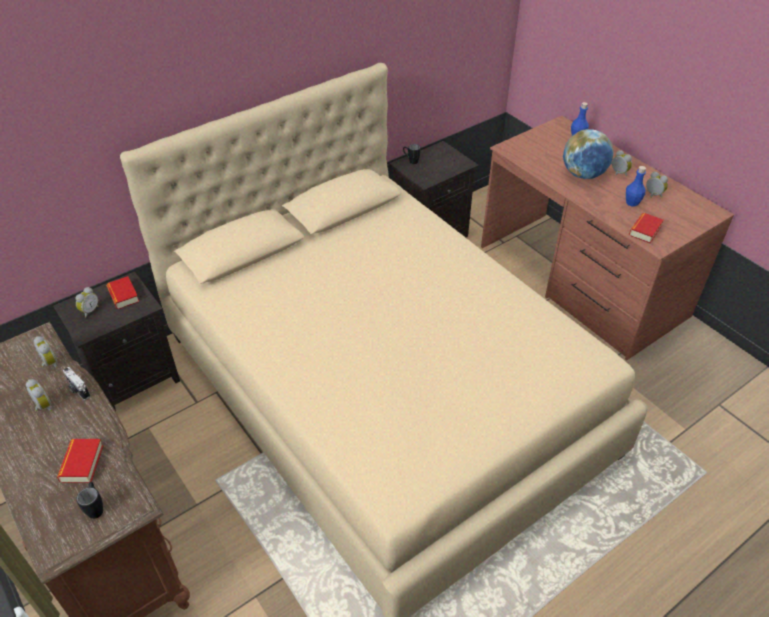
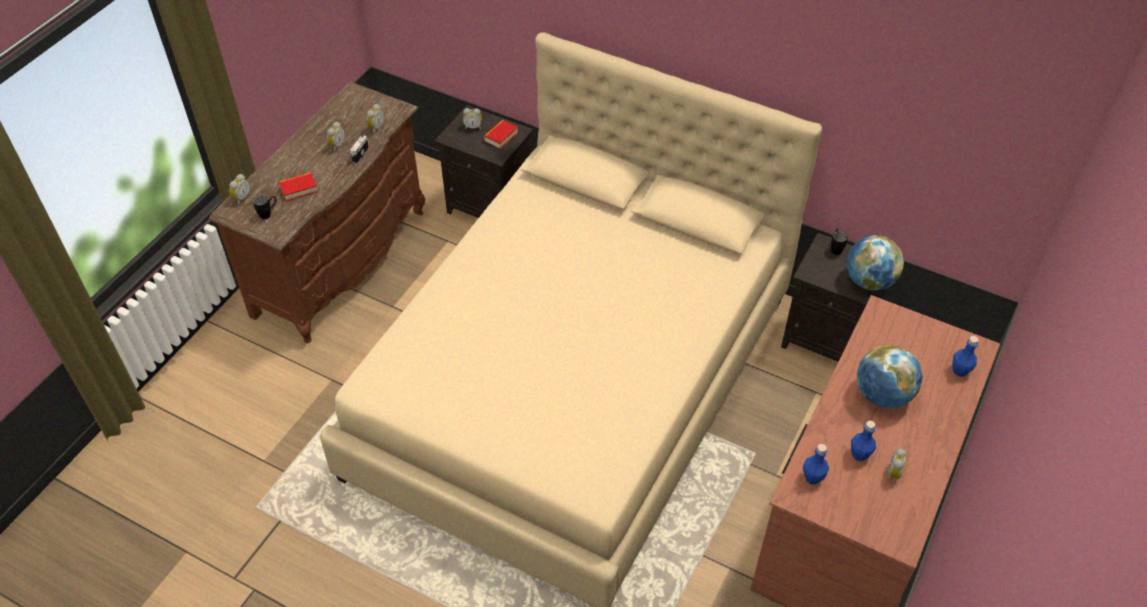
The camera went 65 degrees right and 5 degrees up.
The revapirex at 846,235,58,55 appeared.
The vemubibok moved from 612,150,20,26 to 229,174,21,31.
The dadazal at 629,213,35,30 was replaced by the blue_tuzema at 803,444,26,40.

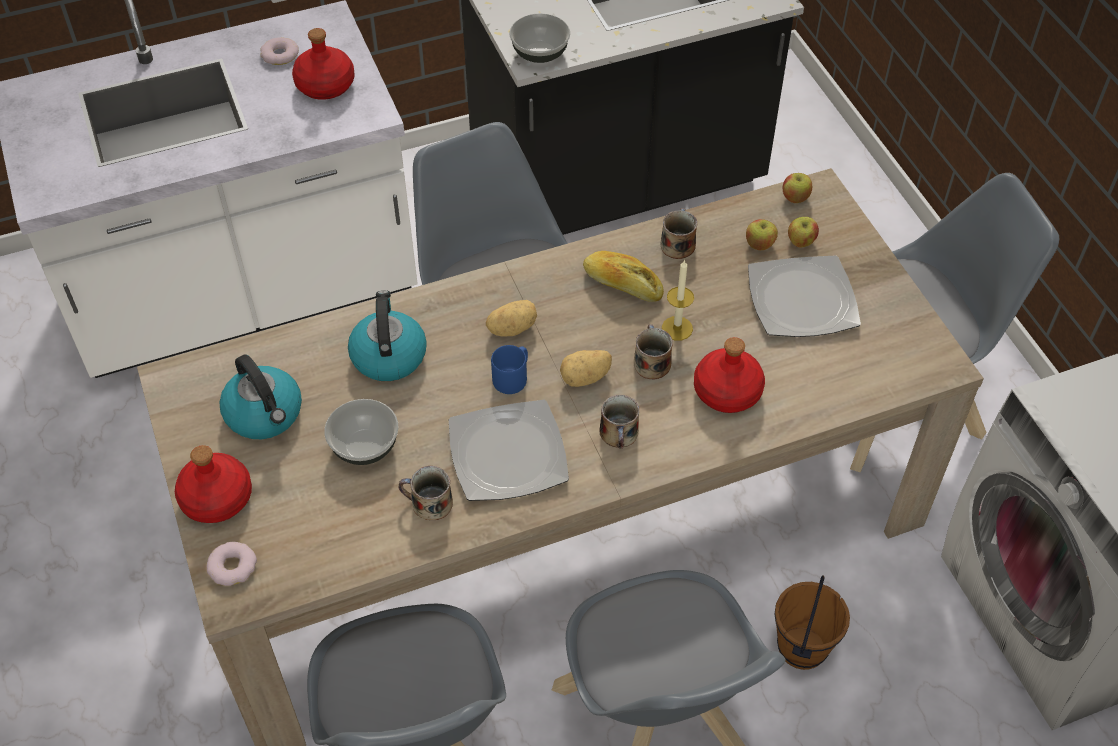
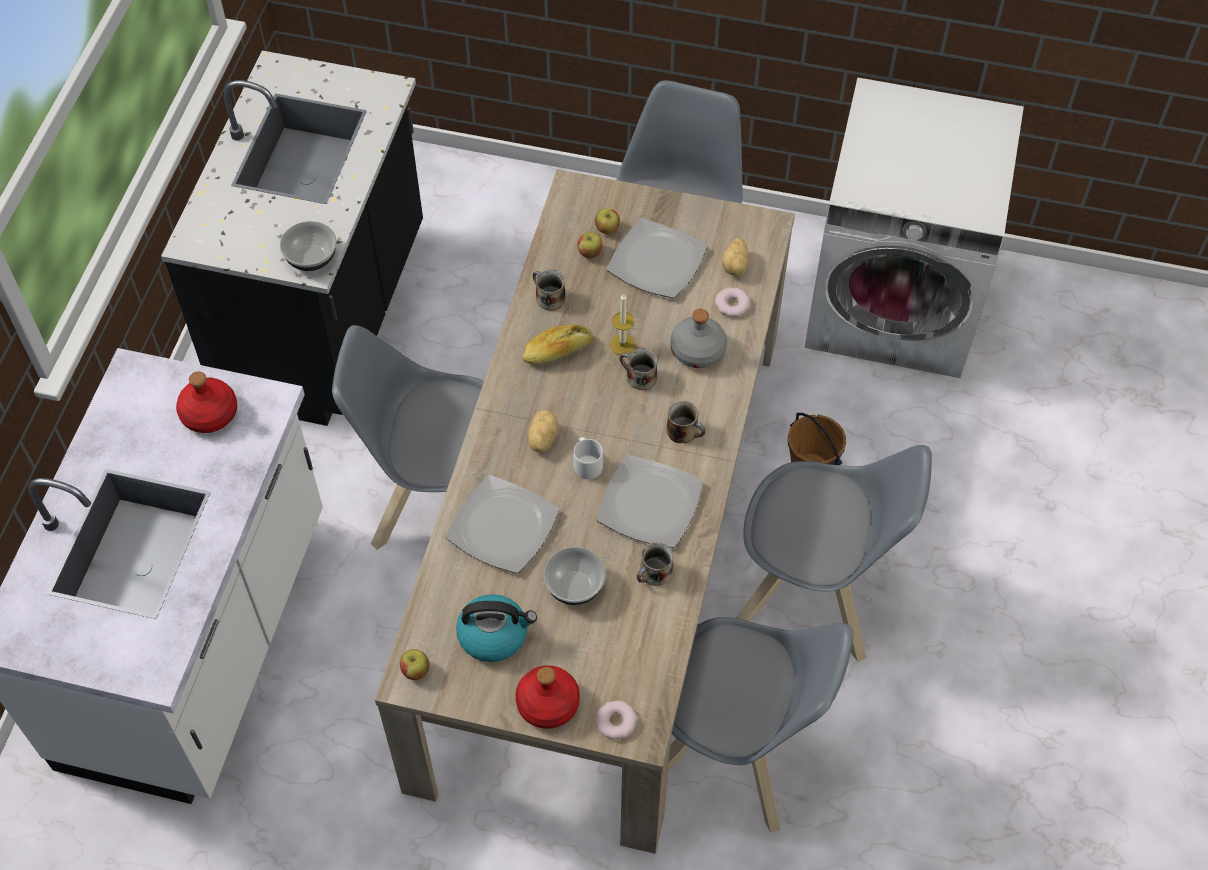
The camera went 55 degrees left and 5 degrees up.
The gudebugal moved from 260,37,39,28 to 715,288,35,29.
The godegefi moved from 560,350,52,37 to 722,238,27,38.
The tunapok moved from 783,173,29,30 to 400,649,29,31.
The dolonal at 348,290,79,91 was replaced by the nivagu at 446,475,114,99.
The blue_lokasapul at 491,345,37,49 became the white_lokasapul at 573,437,30,42.
The red_tuzema at 694,337,71,76 became the grey_tuzema at 670,309,57,59.

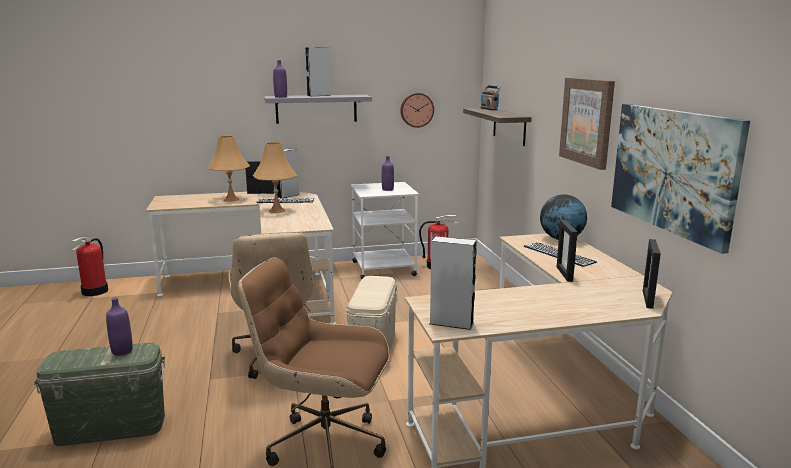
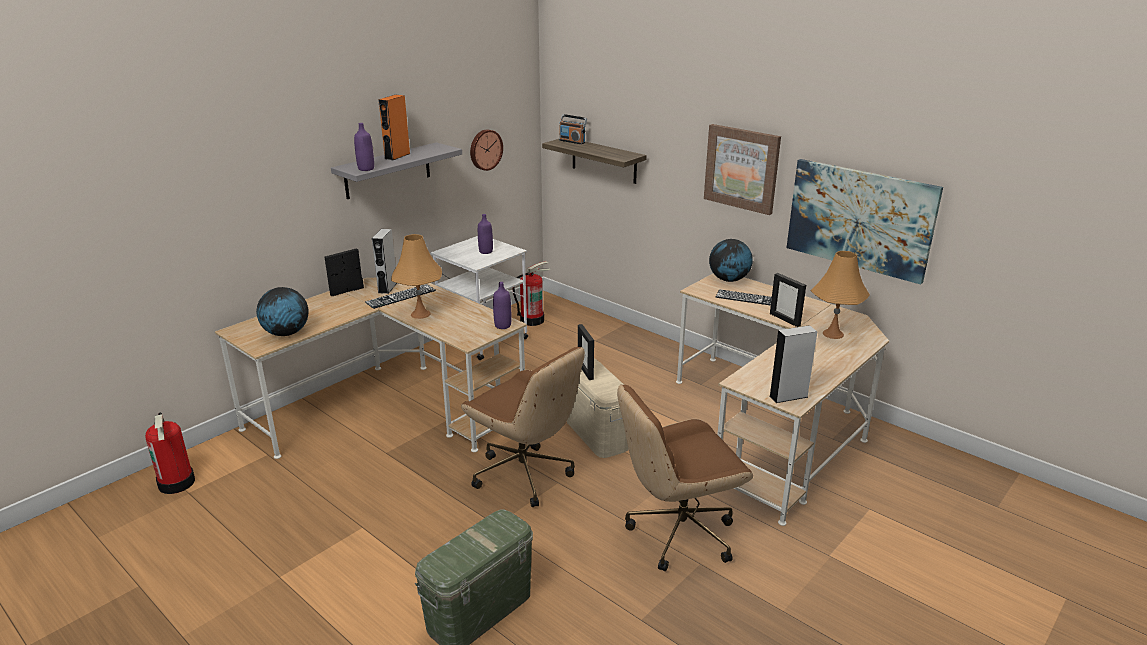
The camera went 35 degrees left and 10 degrees up.
The revapirex at 256,287,53,49 appeared.
The purple_tuzema moved from 106,298,27,58 to 493,282,18,47.
The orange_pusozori moved from 207,136,43,66 to 810,251,60,88.
The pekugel moved from 643,239,18,70 to 578,324,16,56.
The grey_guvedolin at 305,48,26,48 became the orange_guvedolin at 378,95,32,65.

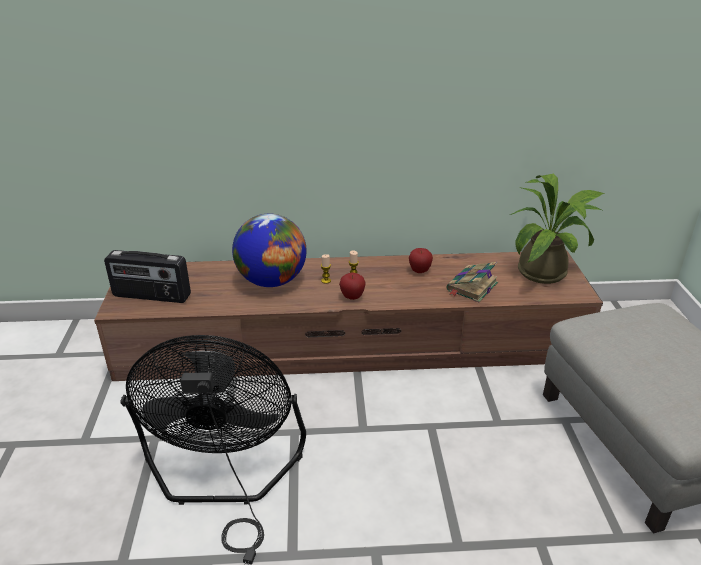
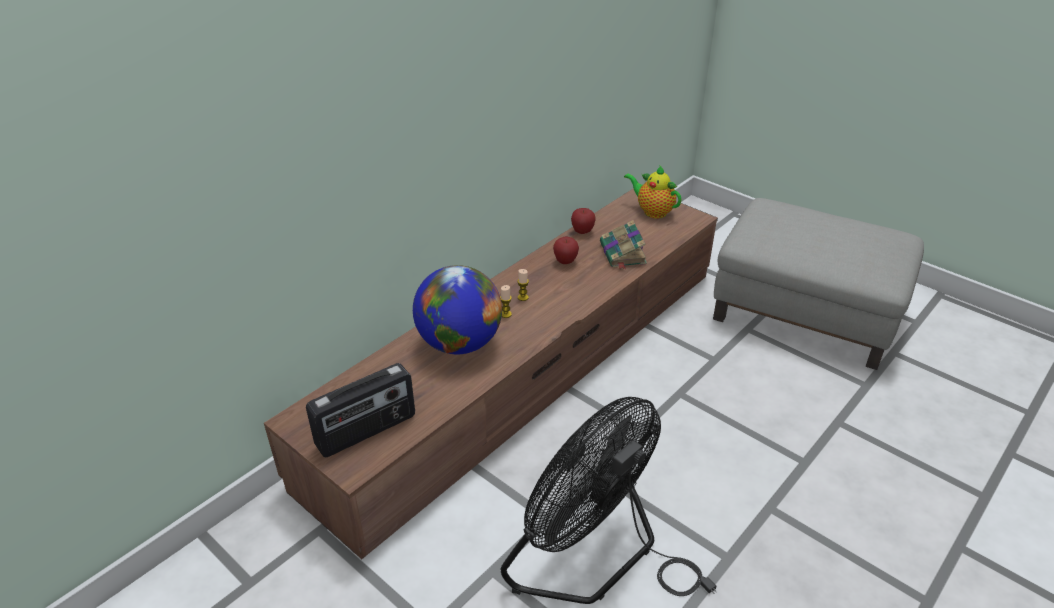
The camera went 45 degrees left and 5 degrees up.
The tunapok moved from 339,272,27,28 to 571,208,25,26.
The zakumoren at 510,174,94,110 was replaced by the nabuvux at 624,166,57,52.

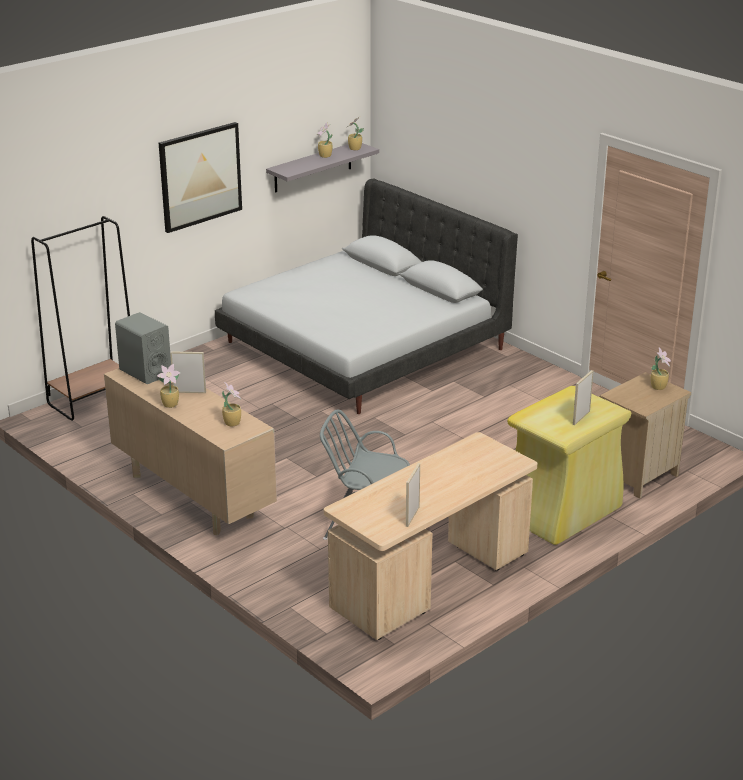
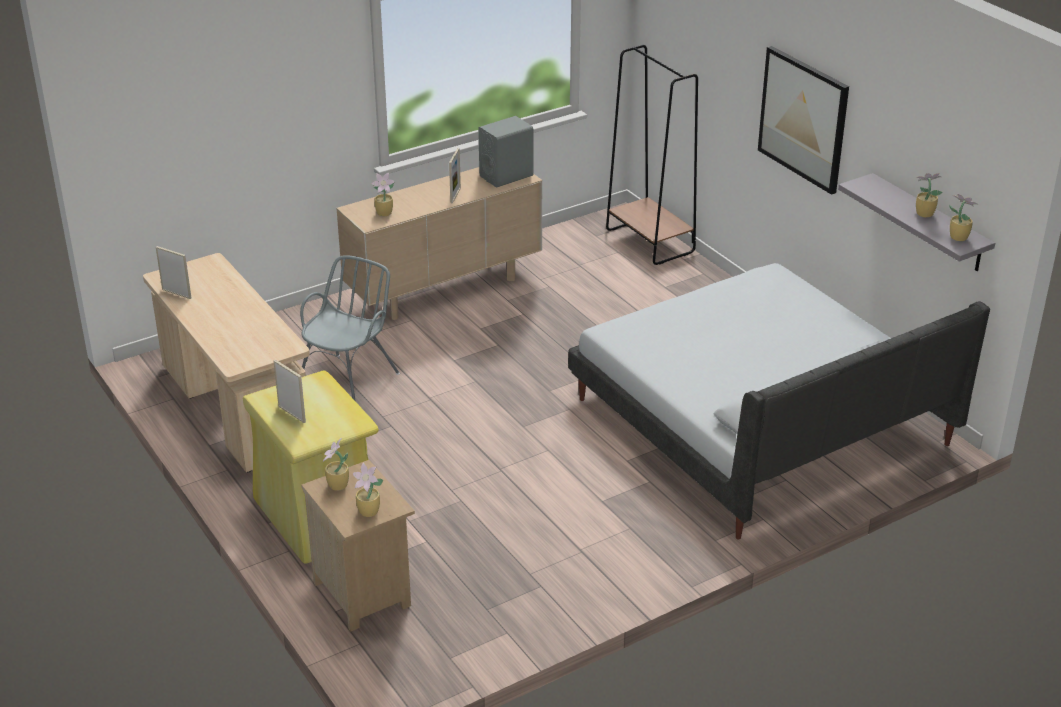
The camera went 100 degrees right and 5 degrees up.
The zakumoren moved from 157,364,23,44 to 323,438,26,53.

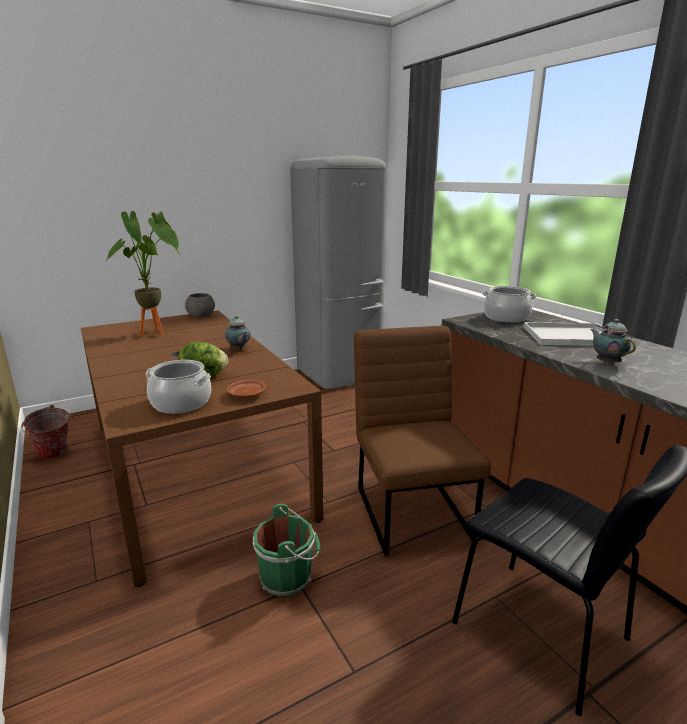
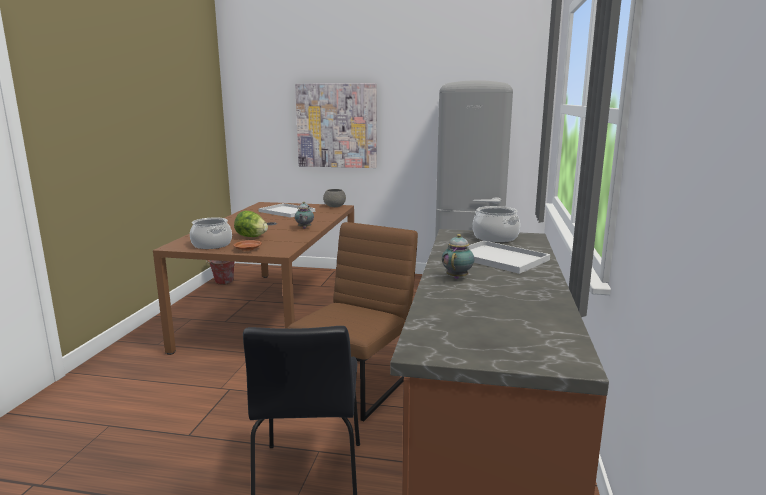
The camera went 40 degrees right and 5 degrees down.
The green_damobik at 253,504,68,94 disappeared.
The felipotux at 295,83,82,85 appeared.
The zakumoren at 106,211,74,125 was replaced by the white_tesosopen at 258,203,57,15.

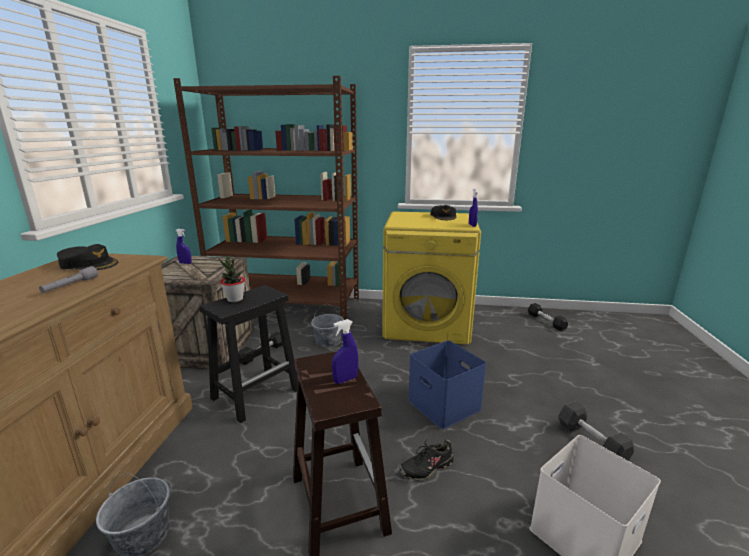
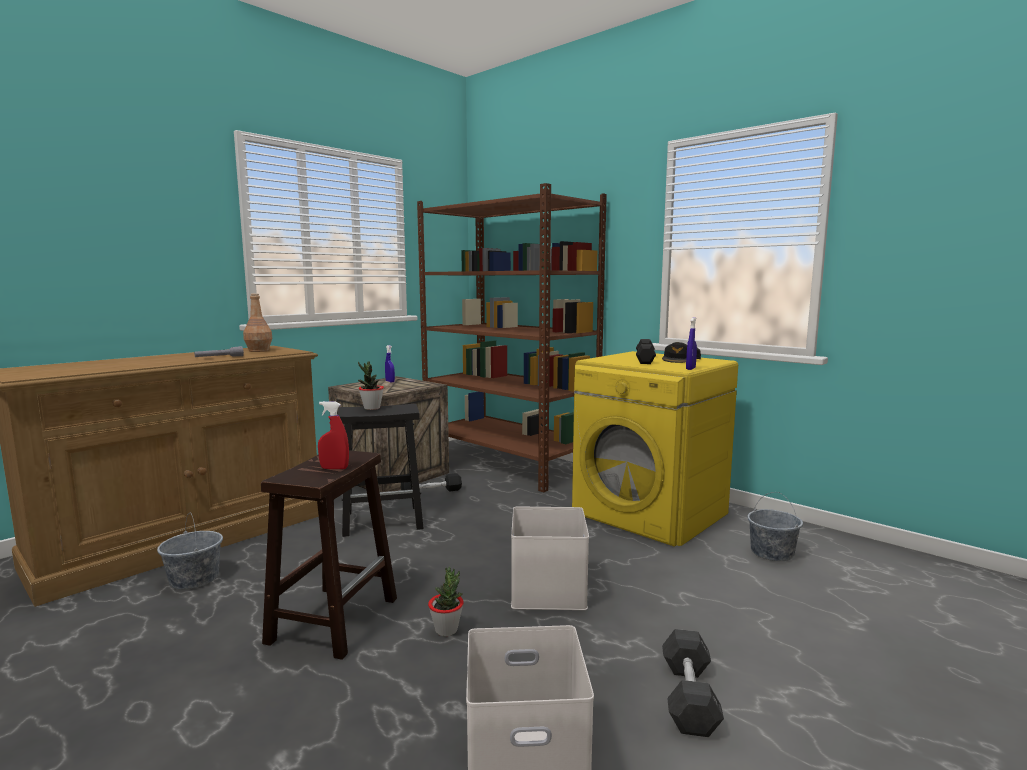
The camera went 35 degrees right and 10 degrees down.
The grey_damobik moved from 311,304,33,44 to 747,492,56,69.
The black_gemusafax moved from 528,303,40,28 to 636,339,20,25.
The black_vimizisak at 57,244,62,26 was replaced by the brown_tuzema at 243,293,29,59.
The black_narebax at 399,440,55,40 was replaced by the zakumoren at 428,566,36,70.
The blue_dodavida at 332,319,26,65 became the red_dodavida at 318,401,31,68.
The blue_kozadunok at 408,340,79,89 became the white_kozadunok at 511,506,78,104.

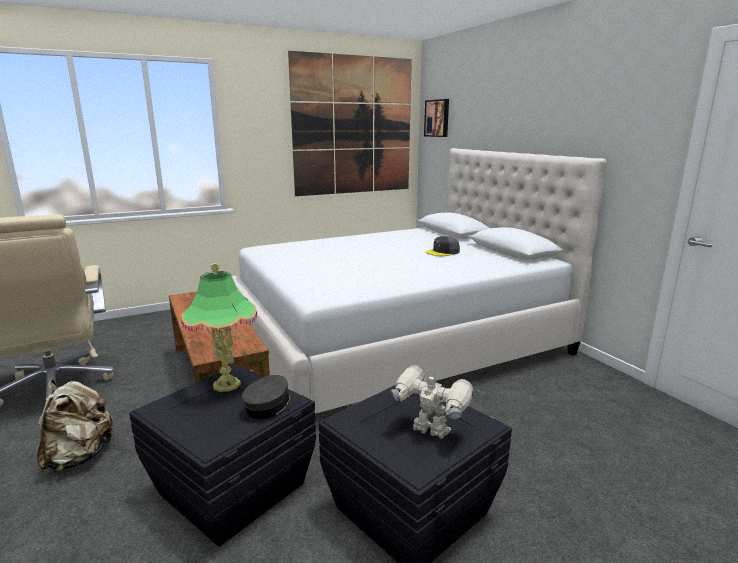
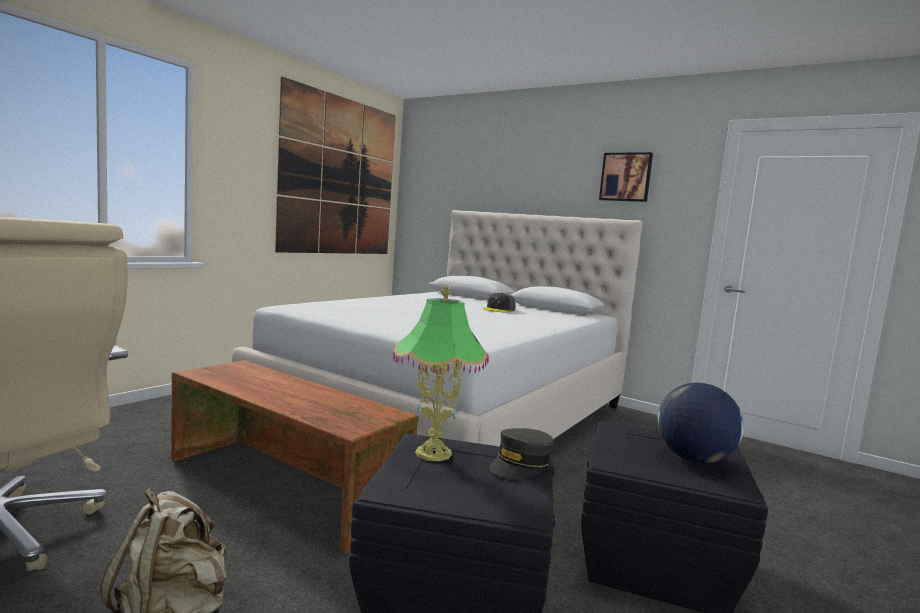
The camera went 30 degrees left and 10 degrees down.
The felipotux moved from 424,99,25,38 to 599,152,54,50.
The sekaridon at 391,365,82,74 was replaced by the revapirex at 657,382,87,82.
The grey_vimizisak at 242,375,57,44 turned 150 degrees counterclockwise.

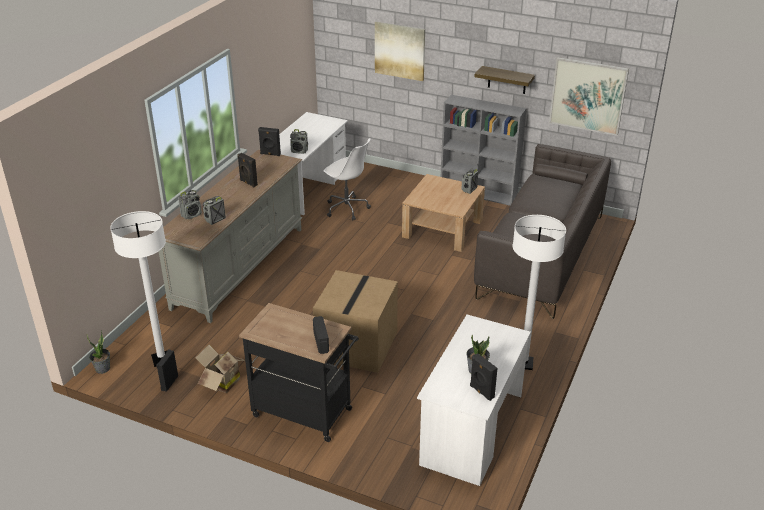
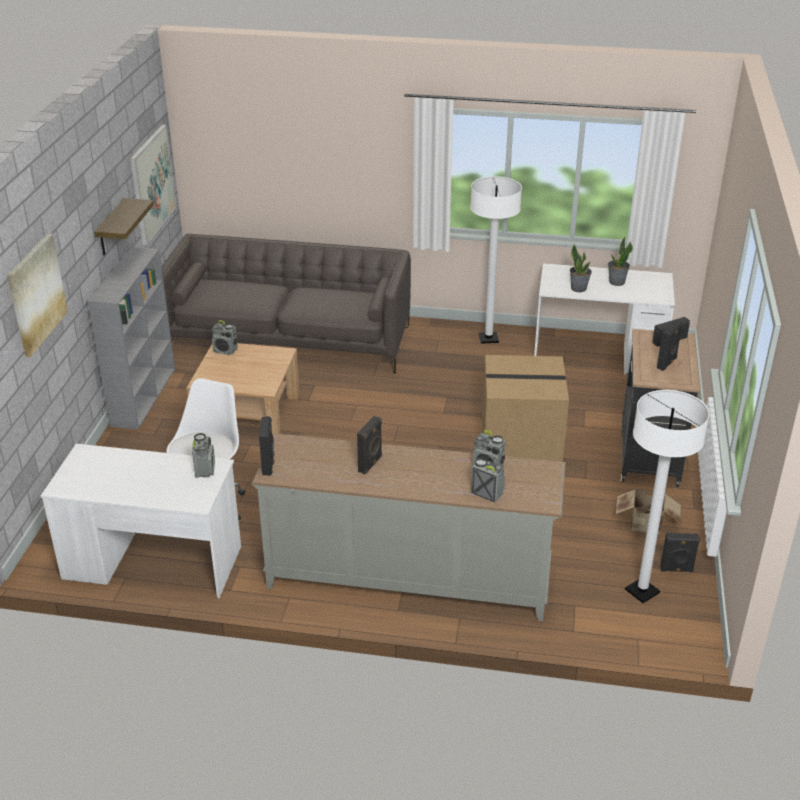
The camera went 105 degrees left and 0 degrees up.
The zakumoren moved from 87,330,23,44 to 570,245,22,47.
The black_guvedolin moved from 470,353,27,48 to 657,320,26,51.

